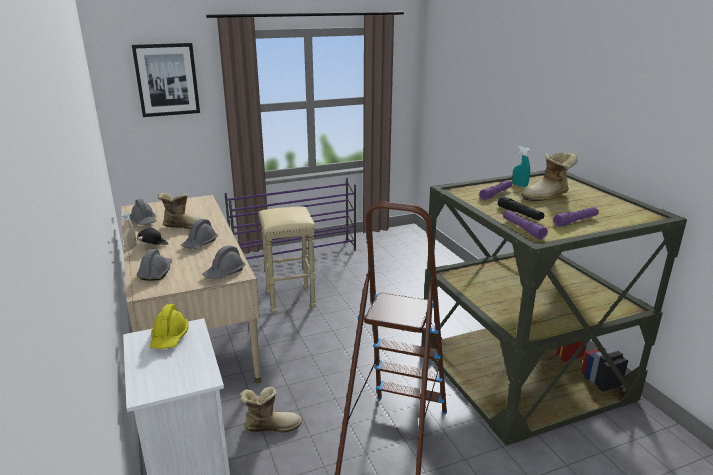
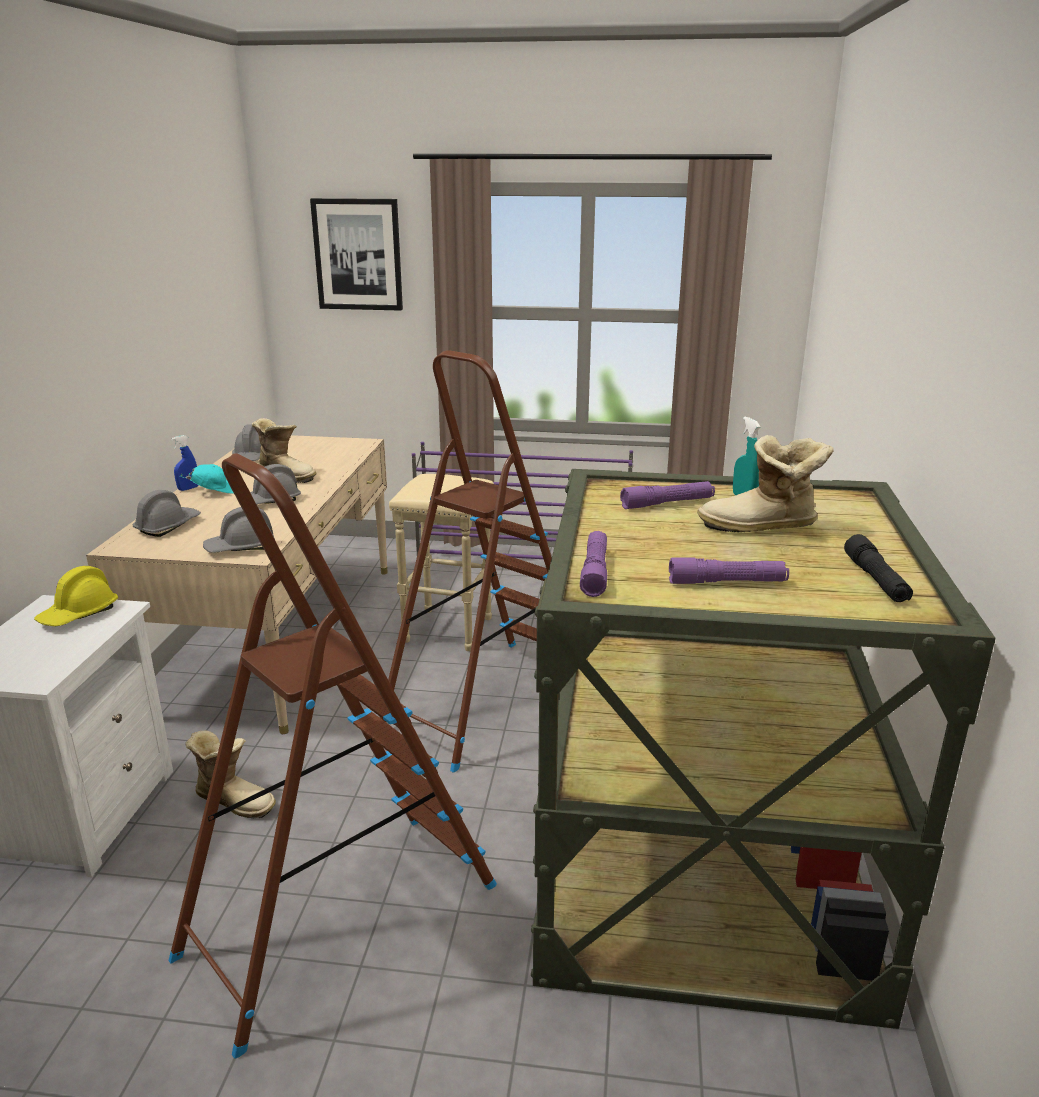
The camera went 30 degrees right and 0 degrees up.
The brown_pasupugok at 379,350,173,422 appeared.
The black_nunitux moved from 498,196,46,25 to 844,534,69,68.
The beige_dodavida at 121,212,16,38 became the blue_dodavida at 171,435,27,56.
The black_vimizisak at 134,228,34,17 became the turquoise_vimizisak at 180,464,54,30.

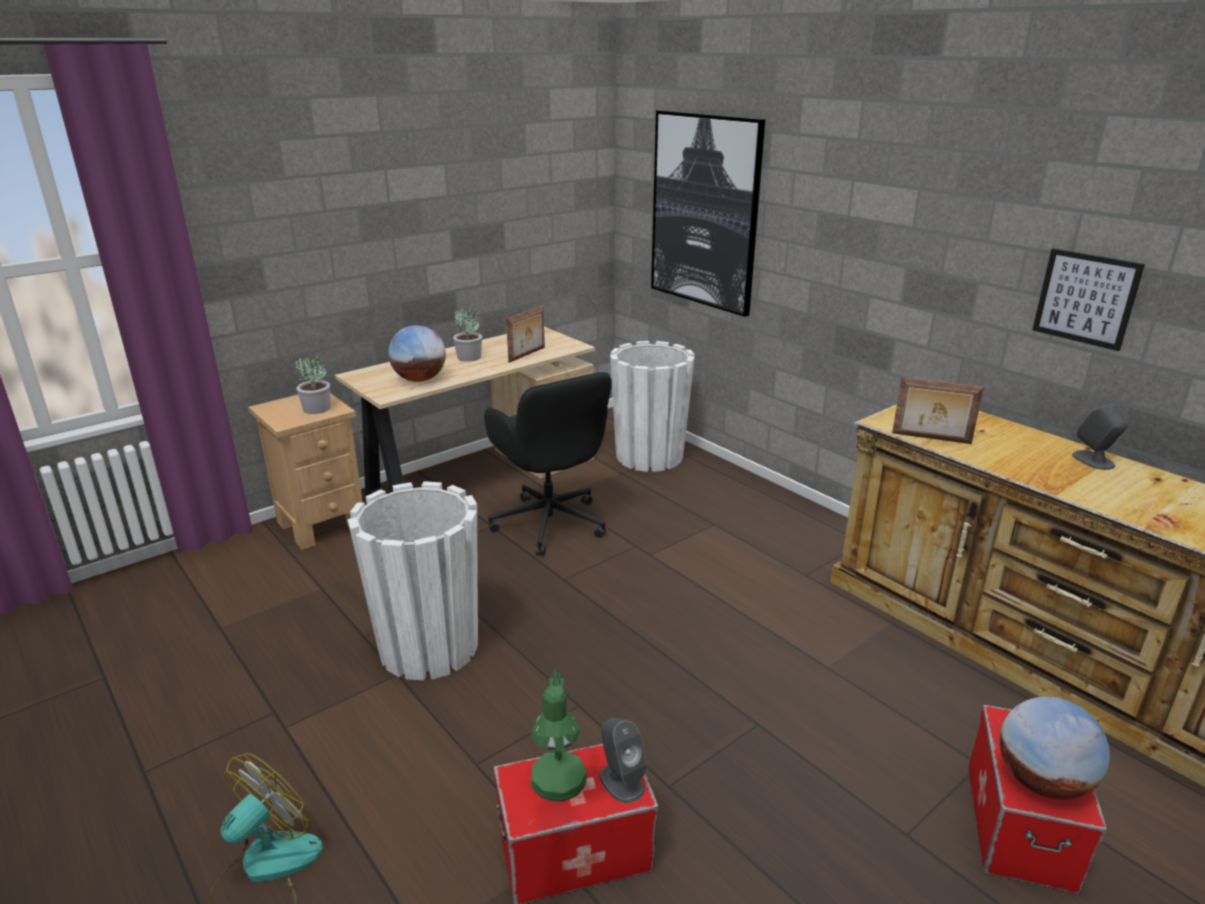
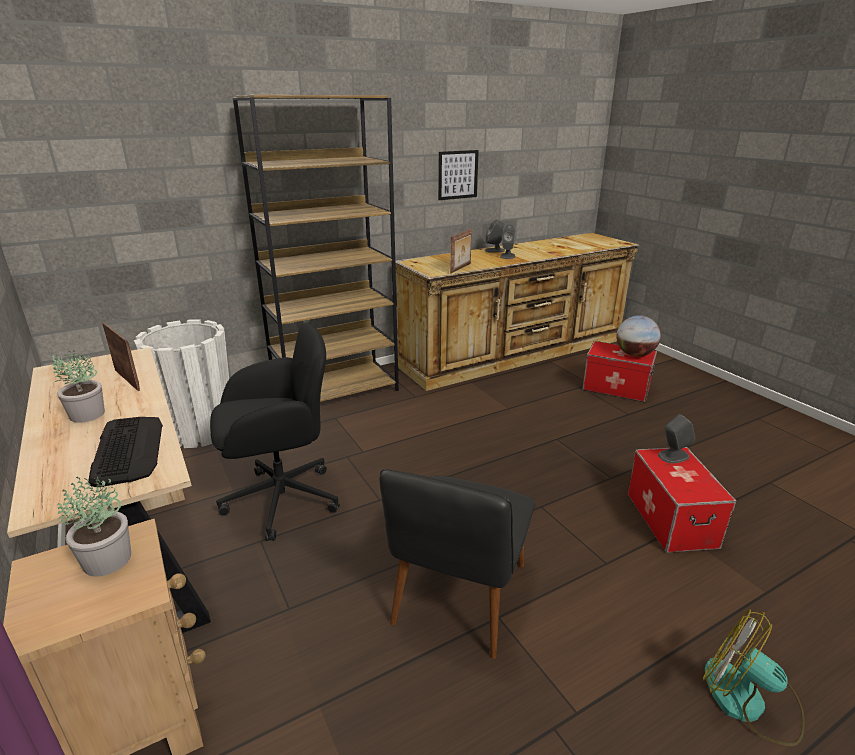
The camera went 80 degrees left and 0 degrees up.
The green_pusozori at 531,669,56,132 disappeared.
The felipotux at 651,110,114,207 disappeared.
The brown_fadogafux at 233,95,166,307 appeared.
The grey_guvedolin at 500,224,15,35 appeared.
The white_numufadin at 347,481,131,200 was replaced by the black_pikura at 379,469,156,190.
The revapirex at 388,325,58,57 was replaced by the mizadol at 88,417,75,70.

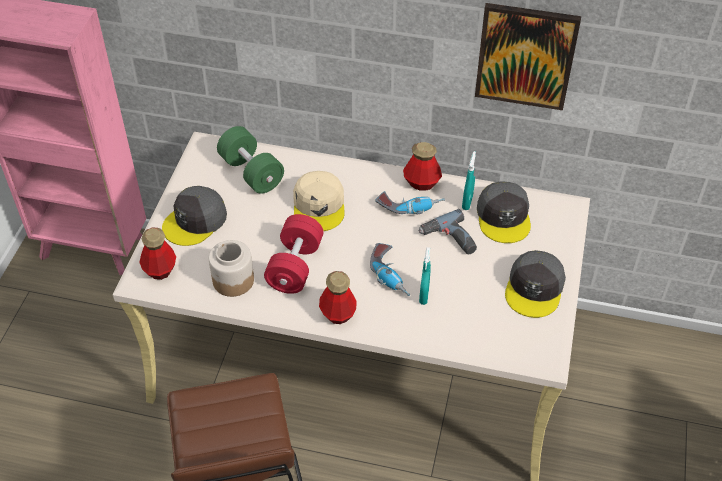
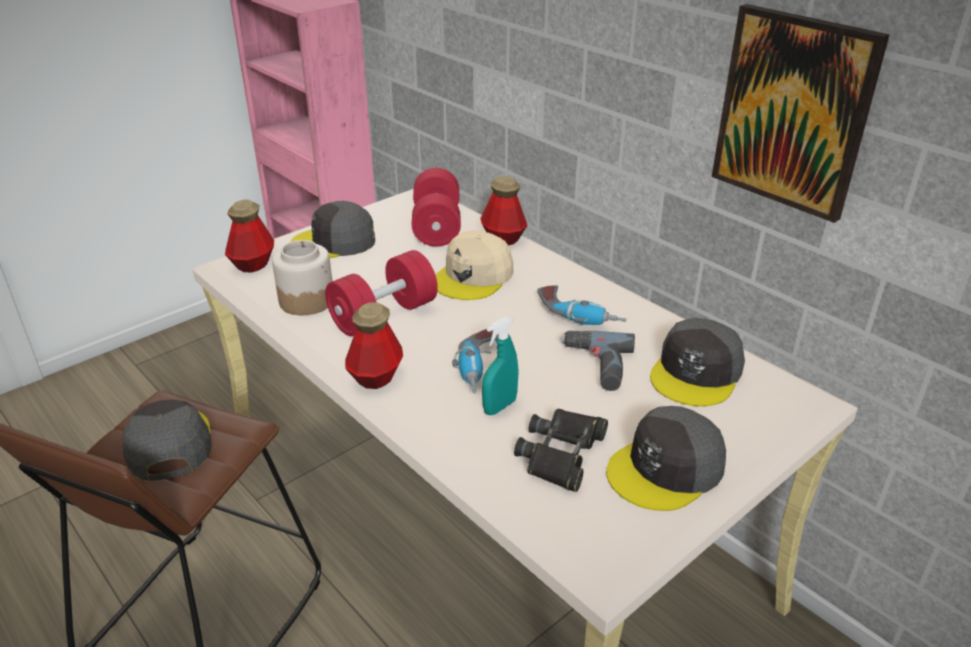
The camera went 35 degrees right and 15 degrees down.
The turquoise_dodavida at 462,151,14,59 disappeared.
The grey_vimizisak at 123,399,89,82 appeared.
The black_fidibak at 514,409,94,83 appeared.
The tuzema moved from 403,142,39,49 to 480,176,48,69.
The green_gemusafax at 217,126,67,68 became the red_gemusafax at 412,168,49,79.

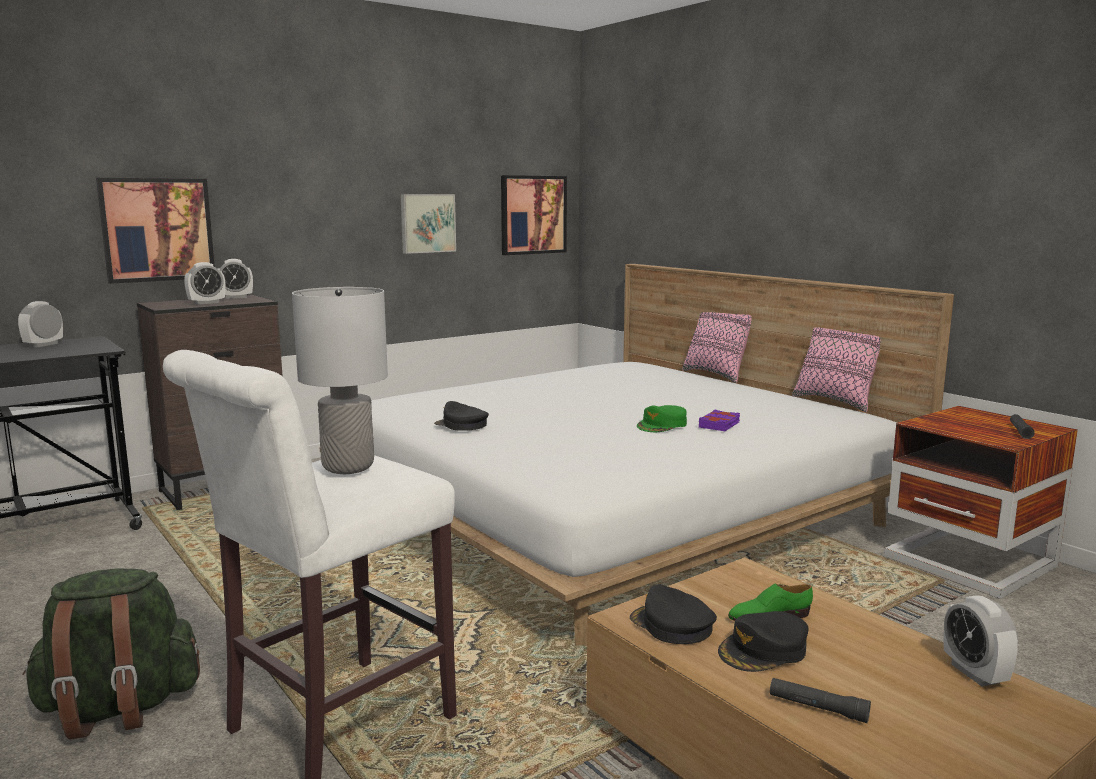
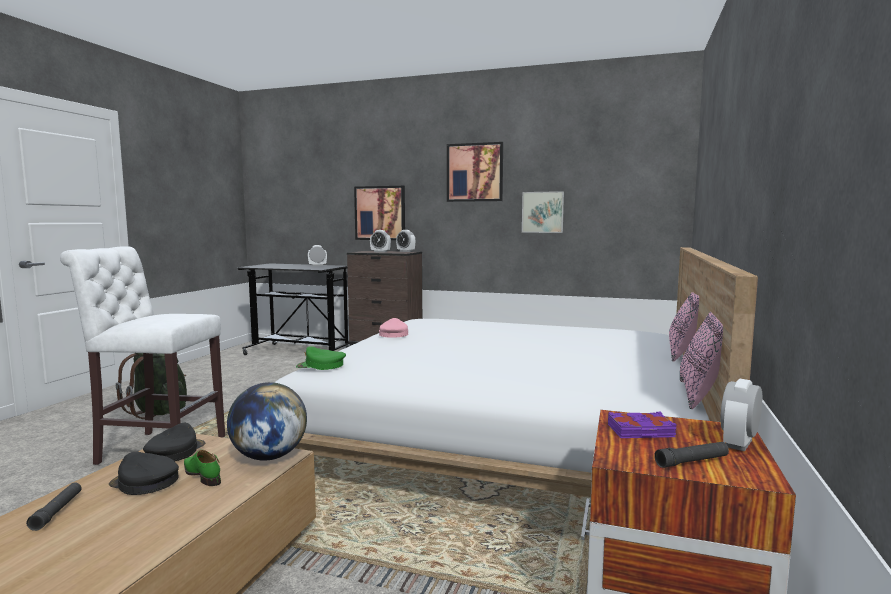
The camera went 55 degrees right and 5 degrees down.
The grey_pusozori at 292,287,96,187 disappeared.
The revapirex at 227,382,80,79 appeared.
The felipotux moved from 501,175,66,80 to 447,142,56,60.
The green_vimizisak moved from 637,405,50,27 to 296,346,50,24.
The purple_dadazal moved from 698,409,42,22 to 608,412,69,26.
The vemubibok moved from 943,595,75,91 to 720,379,42,72.
The black_vimizisak at 434,401,55,30 became the pink_vimizisak at 379,318,29,20.

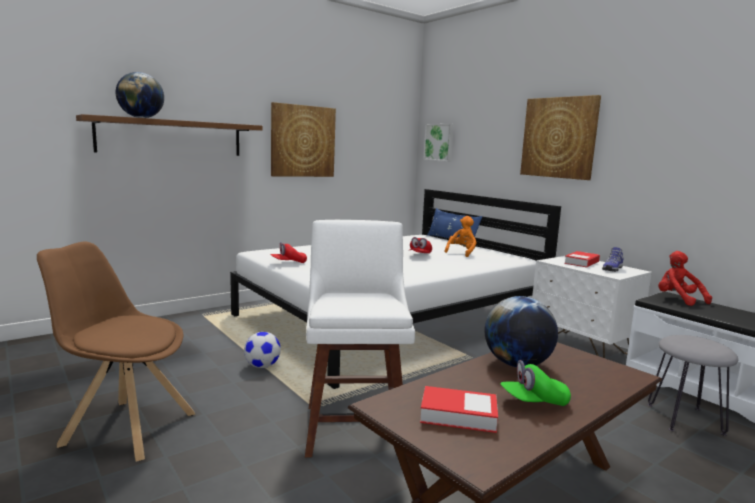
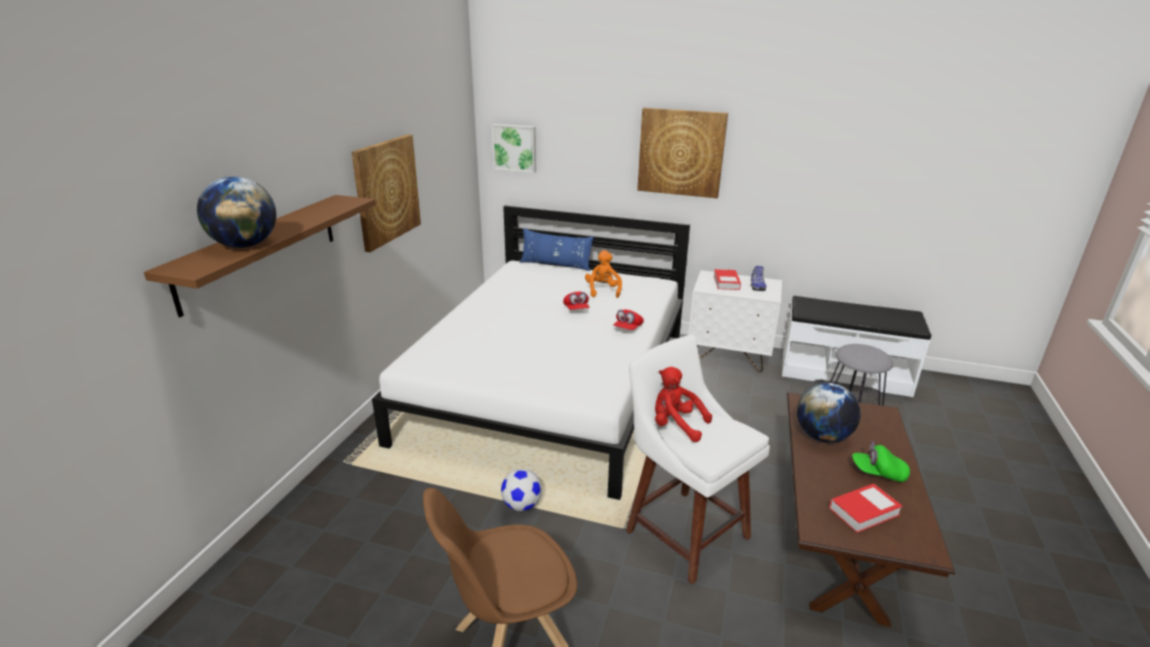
The camera went 35 degrees left and 15 degrees up.
The red_vimizisak moved from 270,242,37,21 to 613,310,31,20.
The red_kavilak moved from 658,251,54,55 to 655,367,57,75.
The green_vimizisak at 501,360,70,46 turned 60 degrees clockwise.

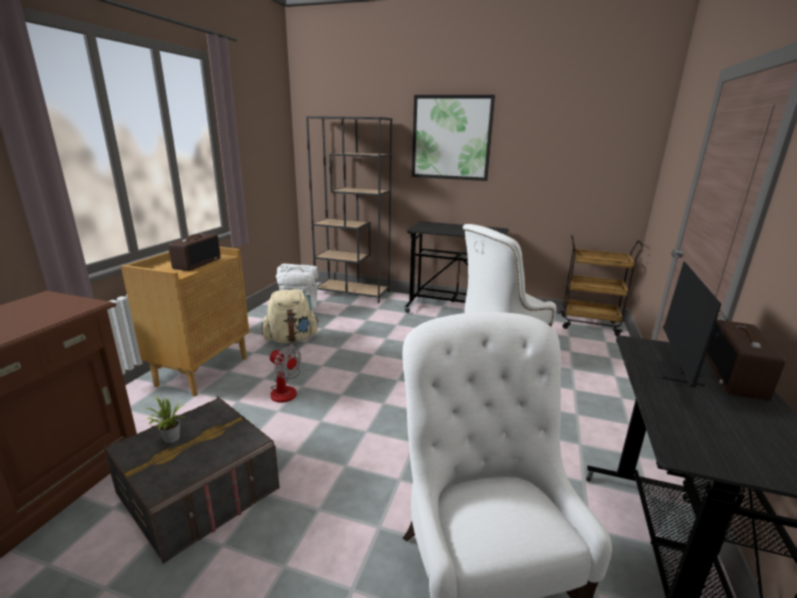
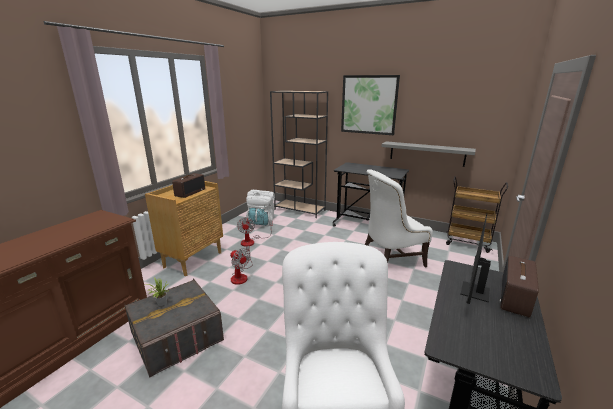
The camera went 10 degrees right and 0 degrees up.
The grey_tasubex at 381,141,95,26 appeared.
The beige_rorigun at 261,289,58,54 was replaced by the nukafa at 237,217,36,30.

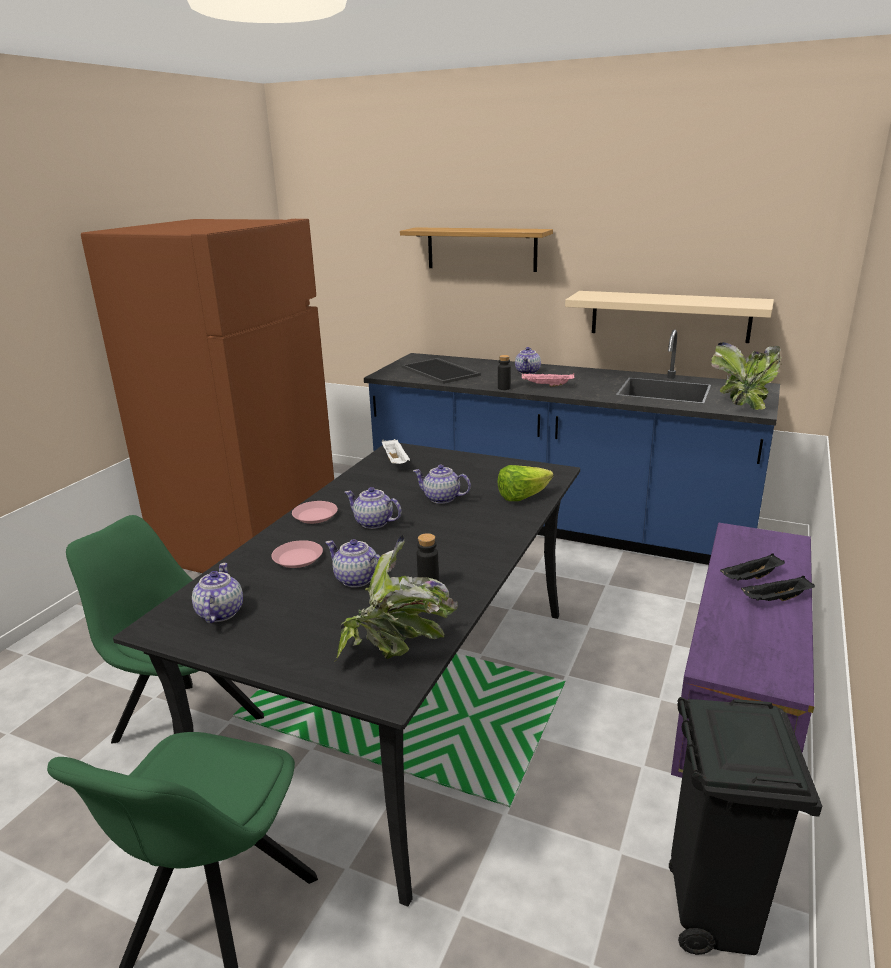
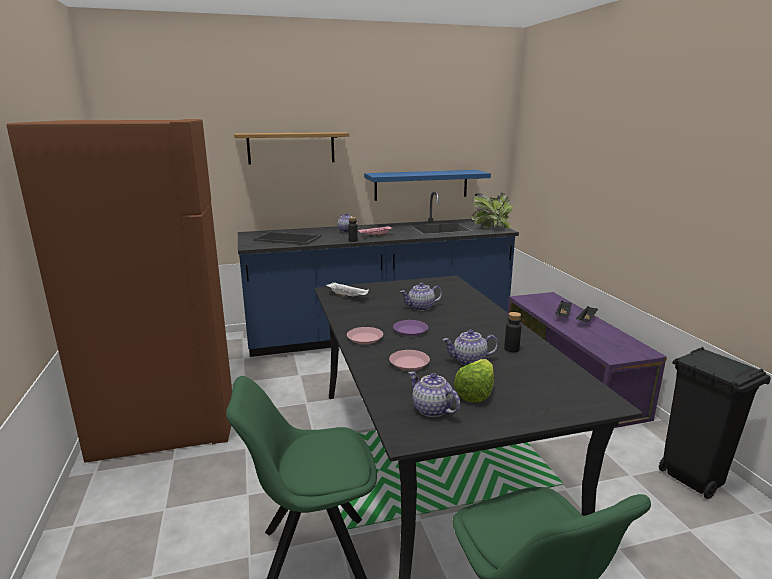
The camera went 40 degrees left and 5 degrees down.
The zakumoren at 334,535,124,127 disappeared.
The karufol moved from 497,465,56,36 to 454,359,40,44.
The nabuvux at 345,487,56,42 was replaced by the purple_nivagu at 393,320,35,16.
The beige_tasubex at 565,291,209,52 became the blue_tasubex at 364,170,127,31.

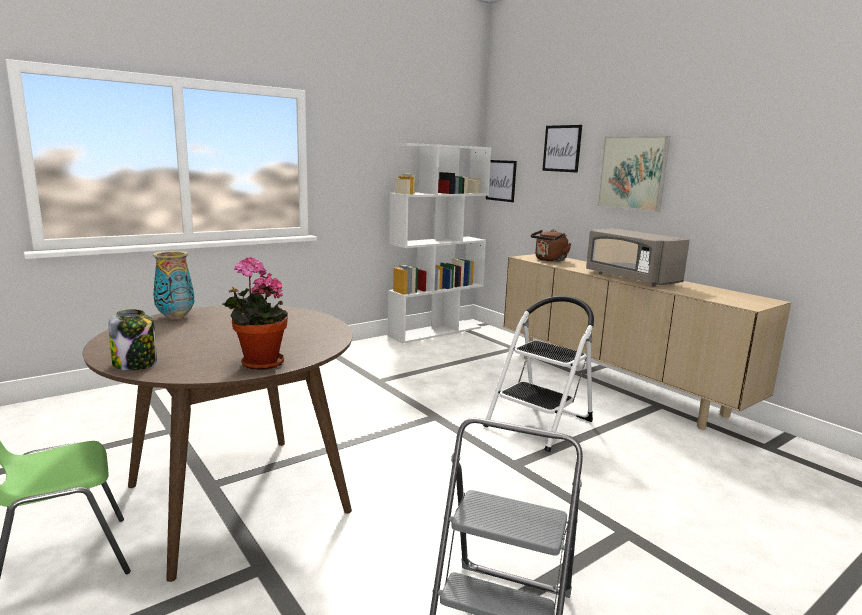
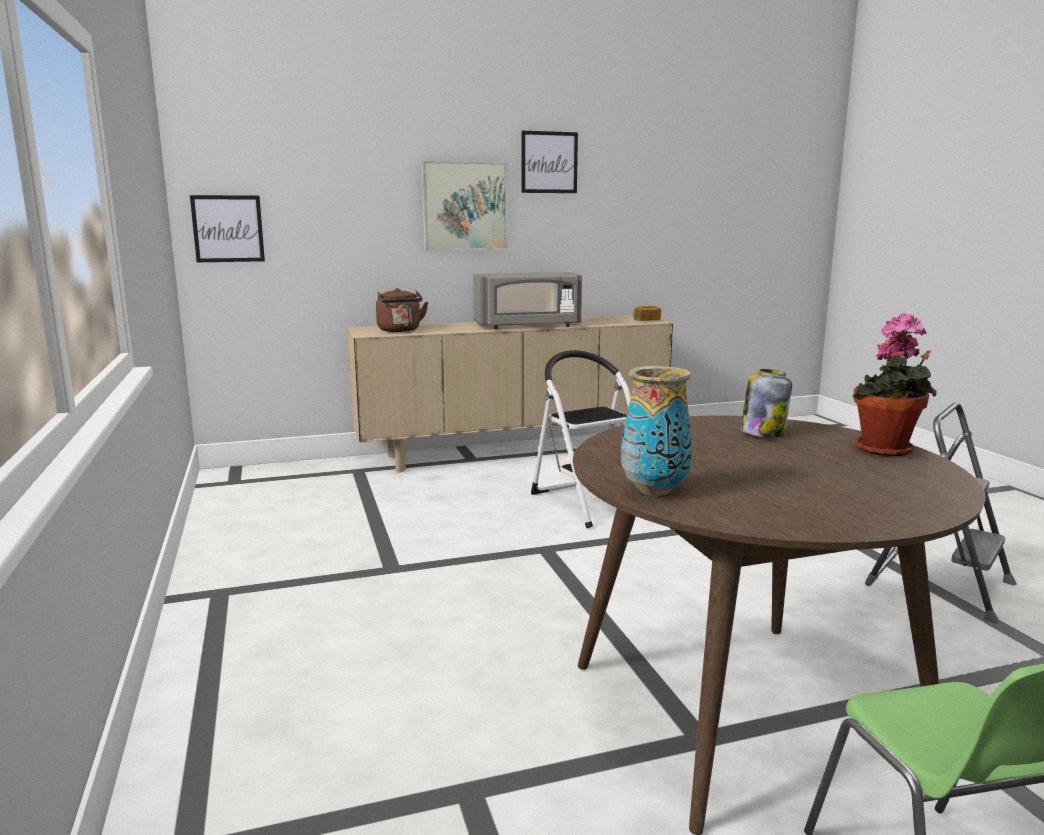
The camera went 70 degrees left and 0 degrees up.
The white_fadogafux at 388,143,103,201 disappeared.
The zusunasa at 633,306,28,15 appeared.
The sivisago moved from 109,309,48,61 to 741,369,51,69.
The felipotux moved from 542,125,40,48 to 521,131,57,62.

